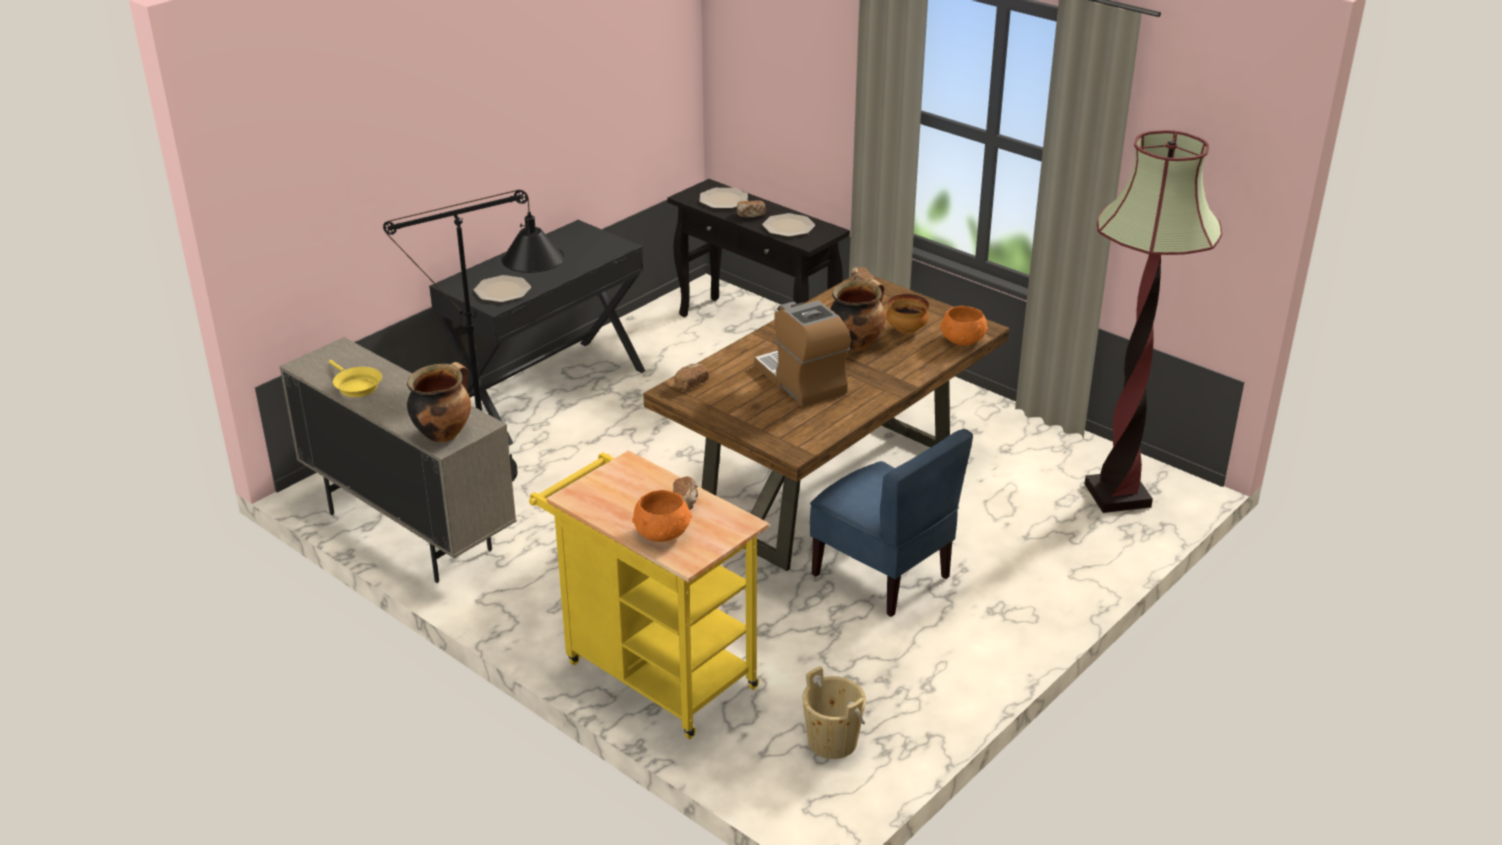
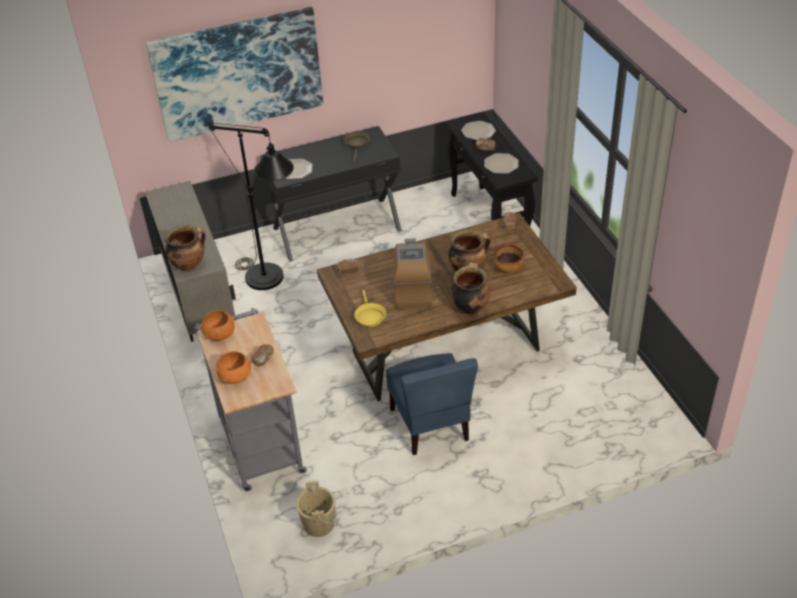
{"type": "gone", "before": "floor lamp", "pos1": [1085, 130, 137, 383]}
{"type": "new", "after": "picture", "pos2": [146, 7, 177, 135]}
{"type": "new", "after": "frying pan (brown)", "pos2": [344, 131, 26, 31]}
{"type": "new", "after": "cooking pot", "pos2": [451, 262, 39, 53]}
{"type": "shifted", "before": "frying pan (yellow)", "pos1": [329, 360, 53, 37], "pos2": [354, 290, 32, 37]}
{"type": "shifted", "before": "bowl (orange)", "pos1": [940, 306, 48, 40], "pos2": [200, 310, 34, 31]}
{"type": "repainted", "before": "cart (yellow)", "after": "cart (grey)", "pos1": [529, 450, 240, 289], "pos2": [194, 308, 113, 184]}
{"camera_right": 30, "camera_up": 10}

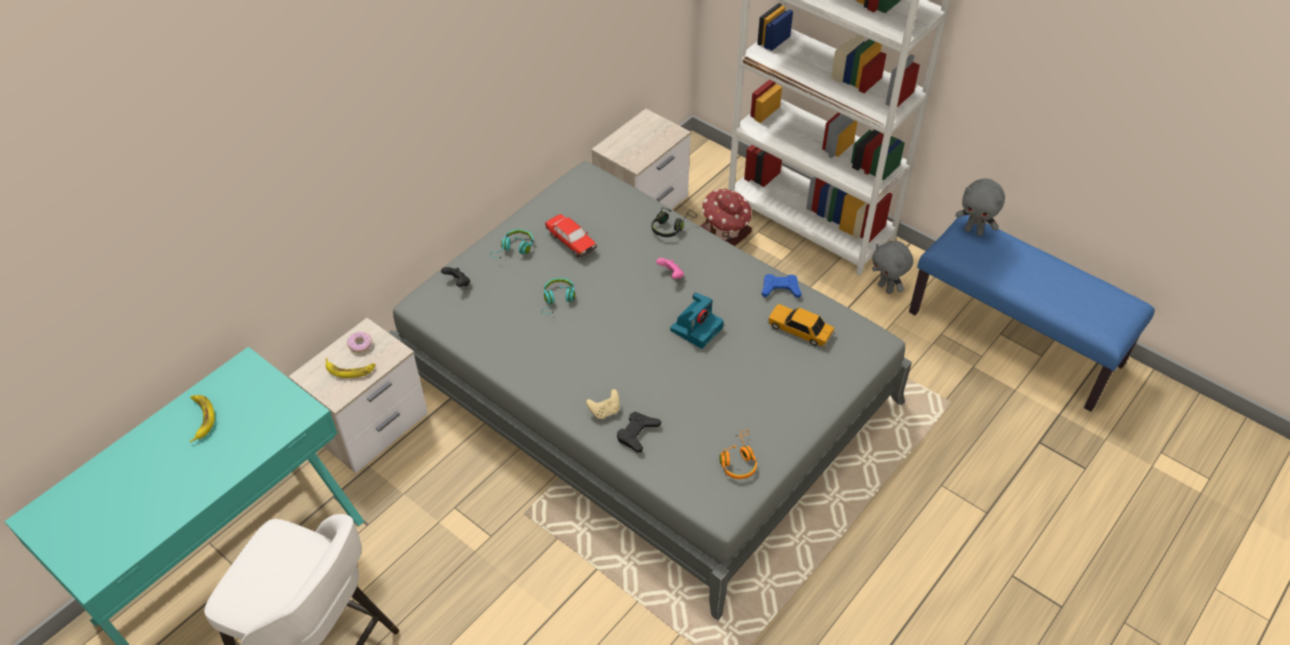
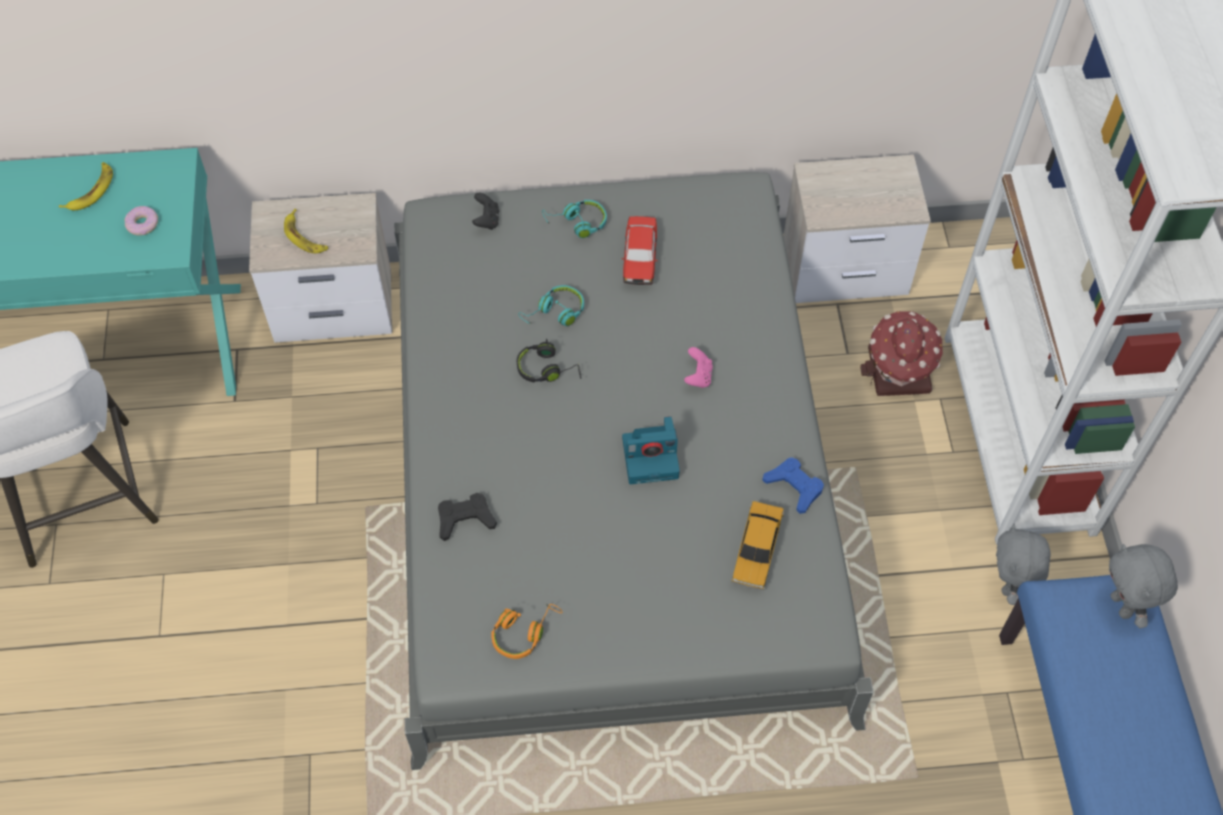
{"type": "gone", "before": "game controller (beige)", "pos1": [586, 389, 34, 30]}
{"type": "shifted", "before": "donut", "pos1": [347, 332, 25, 21], "pos2": [125, 206, 33, 30]}
{"type": "shifted", "before": "headphones (black)", "pos1": [652, 208, 45, 29], "pos2": [517, 338, 64, 44]}
{"type": "rotated", "before": "toy car", "pos1": [768, 304, 67, 44], "pos2": [731, 501, 54, 90], "turn": -150}
{"camera_right": 45, "camera_up": 10}

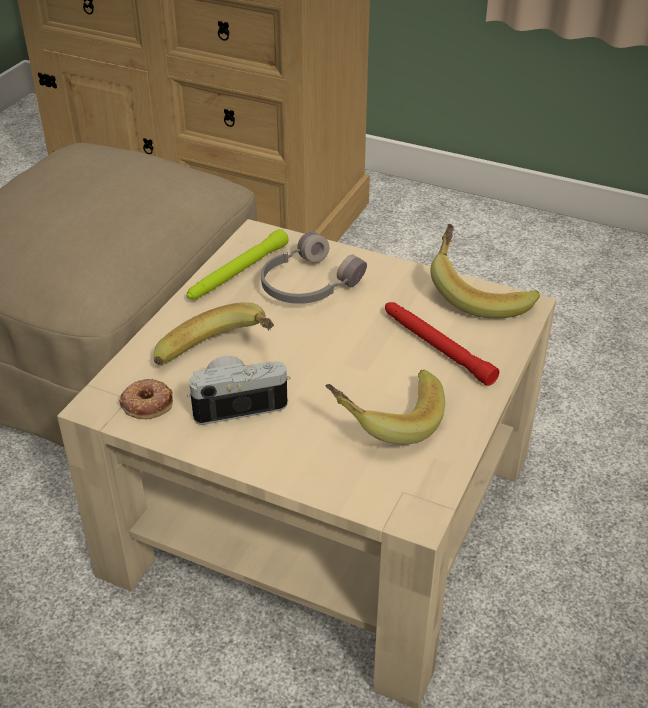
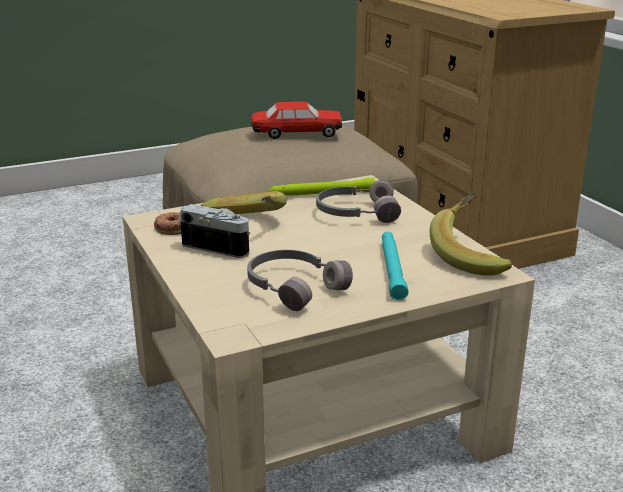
{"type": "new", "after": "toy car", "pos2": [251, 102, 91, 37]}
{"type": "swapped", "before": "banana", "after": "headphones (grey)", "pos1": [325, 370, 120, 74], "pos2": [247, 250, 106, 61]}
{"type": "repainted", "before": "flashlight (red)", "after": "flashlight (turquoise)", "pos1": [385, 302, 114, 84], "pos2": [382, 231, 27, 69]}
{"camera_right": 40, "camera_up": -15}

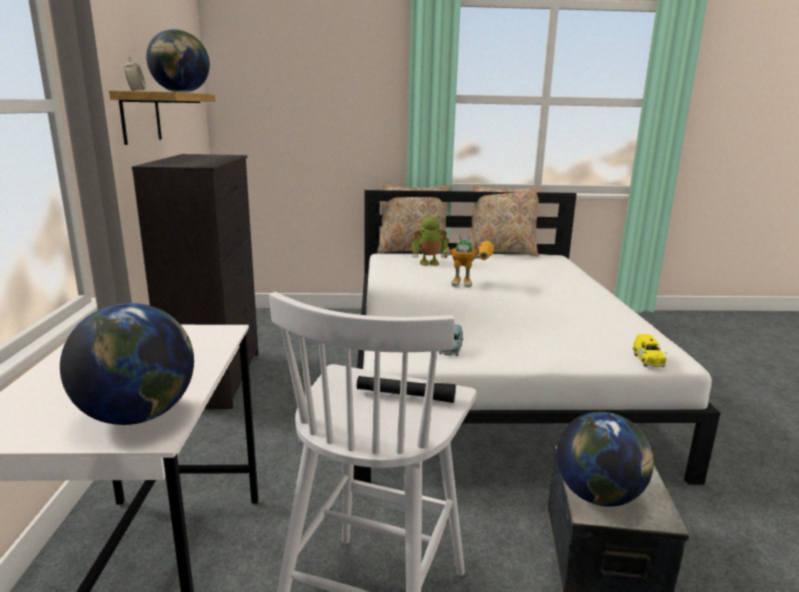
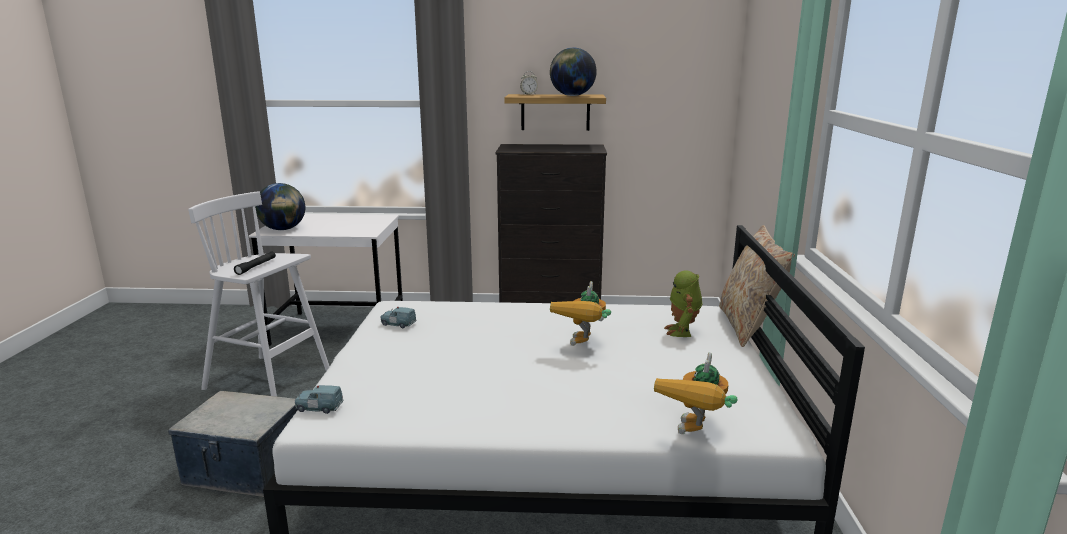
{"type": "gone", "before": "pillow (beige)", "pos1": [470, 185, 72, 71]}
{"type": "gone", "before": "globe", "pos1": [556, 411, 98, 96]}
{"type": "new", "after": "toy robot", "pos2": [654, 352, 84, 82]}
{"type": "repainted", "before": "toy car (yellow)", "after": "toy car (blue)", "pos1": [632, 334, 35, 34], "pos2": [295, 385, 49, 29]}
{"camera_right": 95, "camera_up": 0}

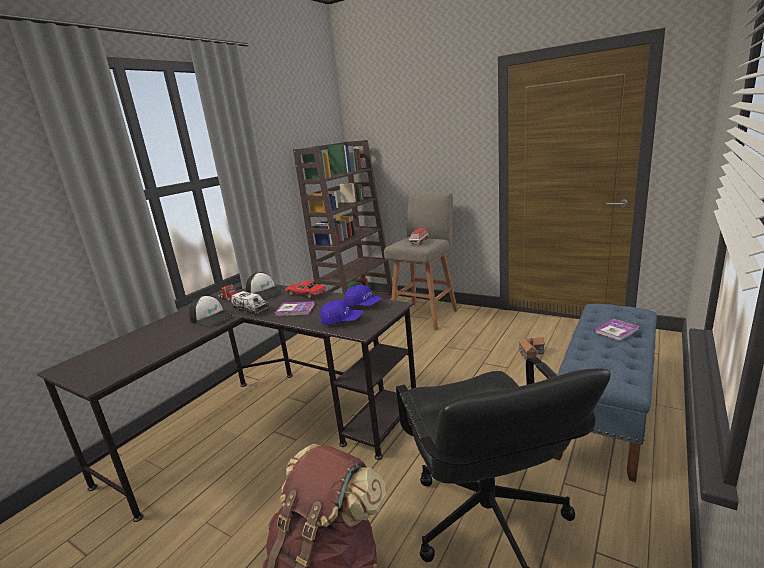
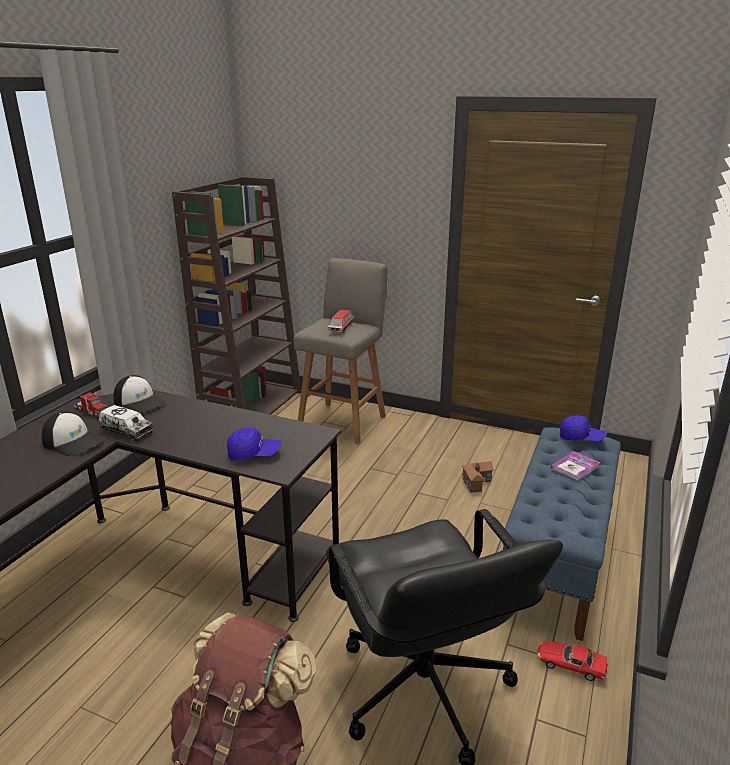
{"type": "gone", "before": "book", "pos1": [275, 301, 40, 15]}
{"type": "shifted", "before": "toy car", "pos1": [285, 281, 42, 18], "pos2": [537, 641, 71, 40]}
{"type": "shifted", "before": "cap (blue)", "pos1": [344, 285, 38, 21], "pos2": [559, 415, 48, 27]}
{"camera_right": -10, "camera_up": 5}

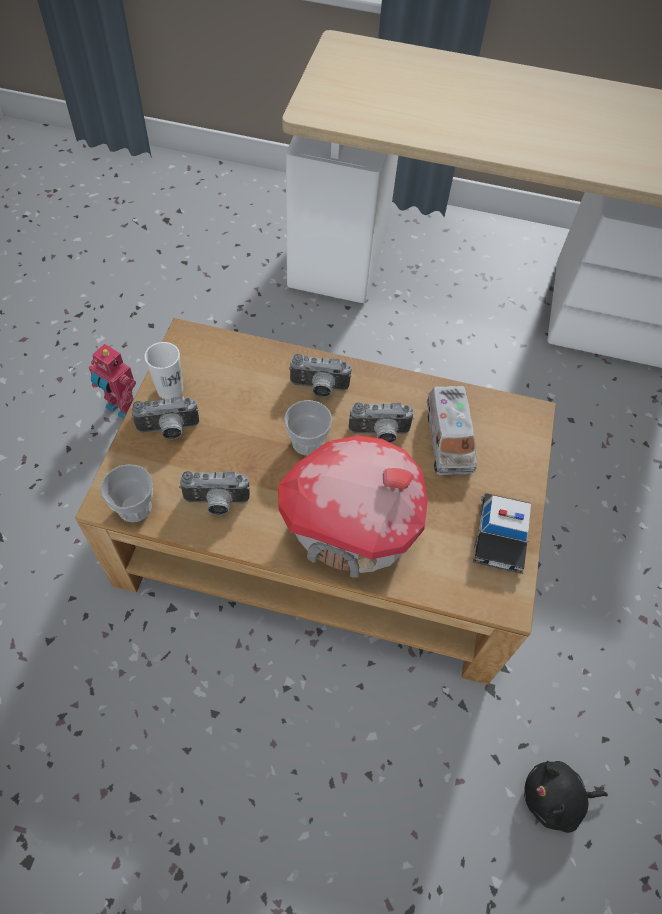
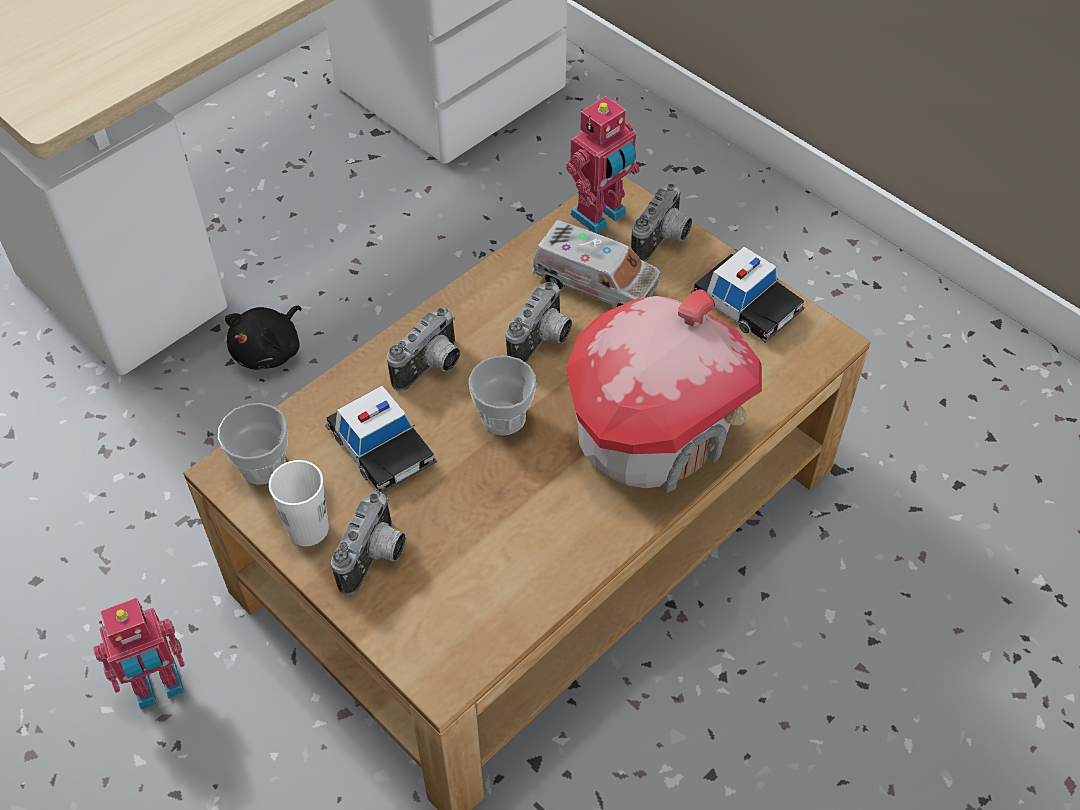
{"type": "new", "after": "toy car", "pos2": [325, 386, 112, 107]}
{"type": "new", "after": "toy robot", "pos2": [566, 96, 74, 138]}
{"type": "shifted", "before": "cup", "pos1": [100, 464, 53, 58], "pos2": [218, 403, 70, 82]}
{"type": "shifted", "before": "photo camera", "pos1": [179, 471, 71, 44], "pos2": [631, 183, 61, 79]}
{"type": "shifted", "before": "plush toy (black)", "pos1": [524, 761, 84, 72], "pos2": [225, 305, 76, 65]}
{"camera_right": -55, "camera_up": -5}

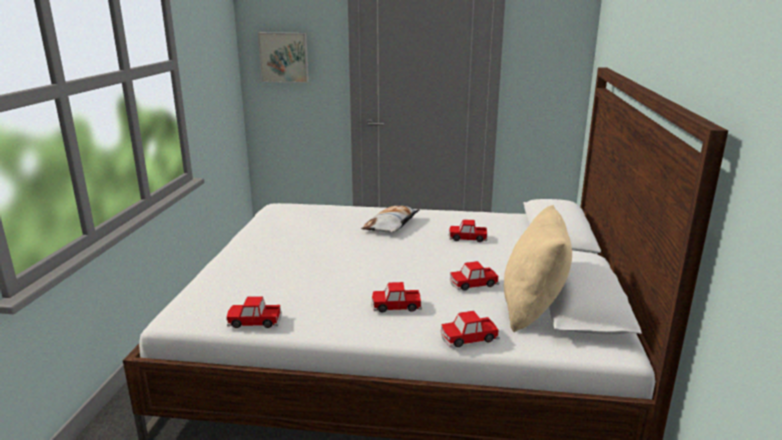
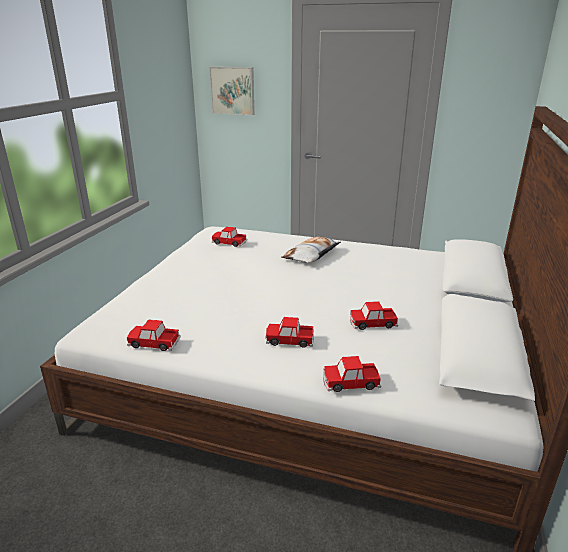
{"type": "gone", "before": "pillow (beige)", "pos1": [504, 205, 68, 127]}
{"type": "shifted", "before": "toy car", "pos1": [449, 219, 39, 23], "pos2": [212, 227, 35, 20]}
{"camera_right": 10, "camera_up": 5}

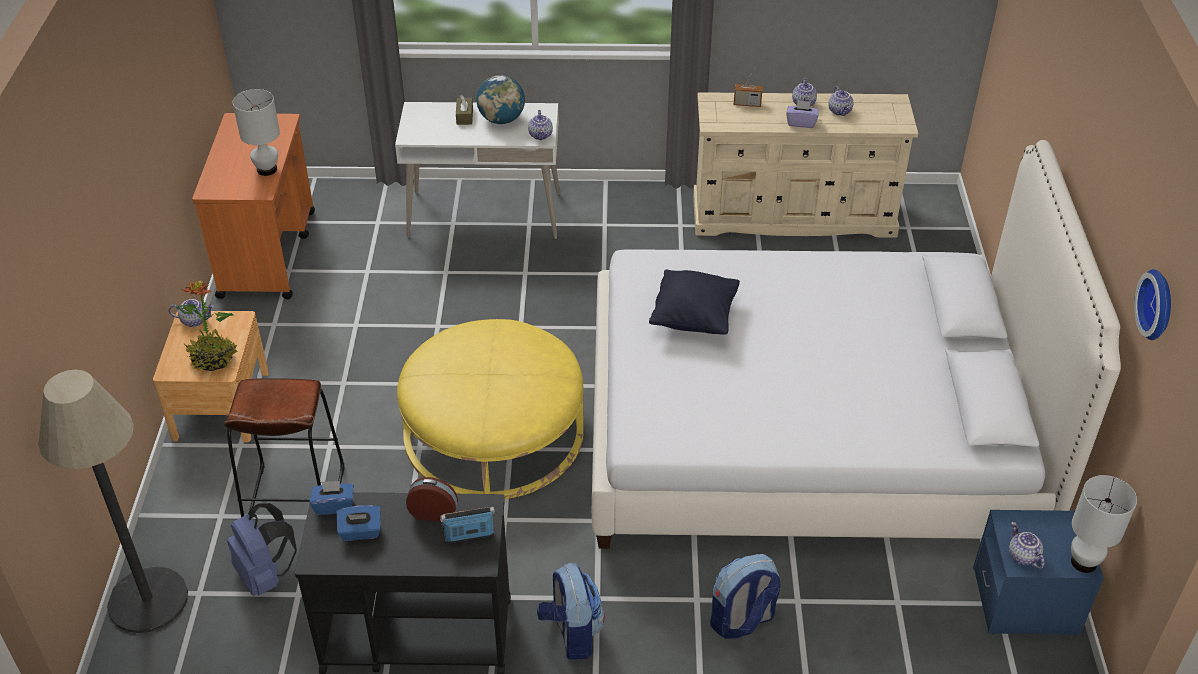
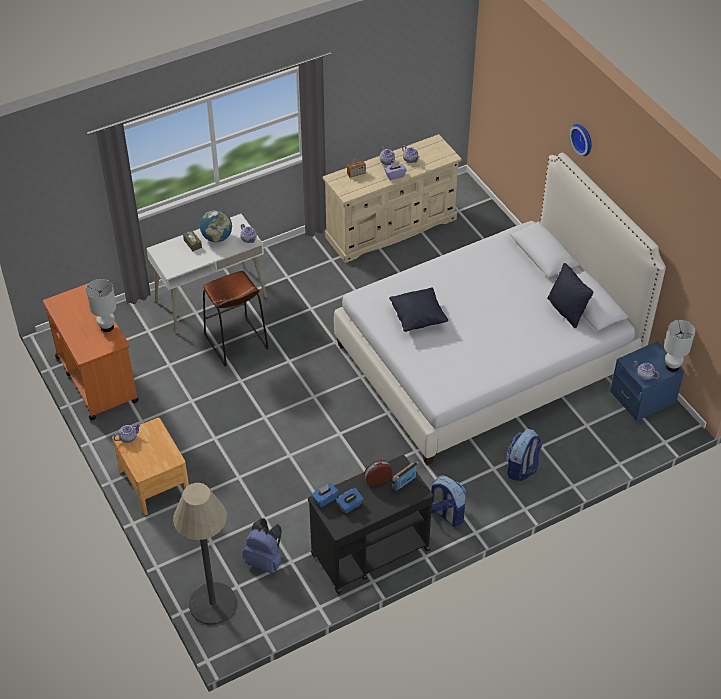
{"type": "gone", "before": "potted plant", "pos1": [176, 281, 62, 90]}
{"type": "gone", "before": "ottoman (yellow)", "pos1": [397, 319, 187, 180]}
{"type": "new", "after": "pillow (black)", "pos2": [547, 263, 46, 65]}
{"type": "shifted", "before": "stool (brown)", "pos1": [224, 378, 121, 139], "pos2": [203, 271, 65, 95]}
{"type": "shifted", "before": "wall clock", "pos1": [1134, 269, 37, 71], "pos2": [569, 124, 23, 32]}
{"camera_right": -30, "camera_up": 5}

